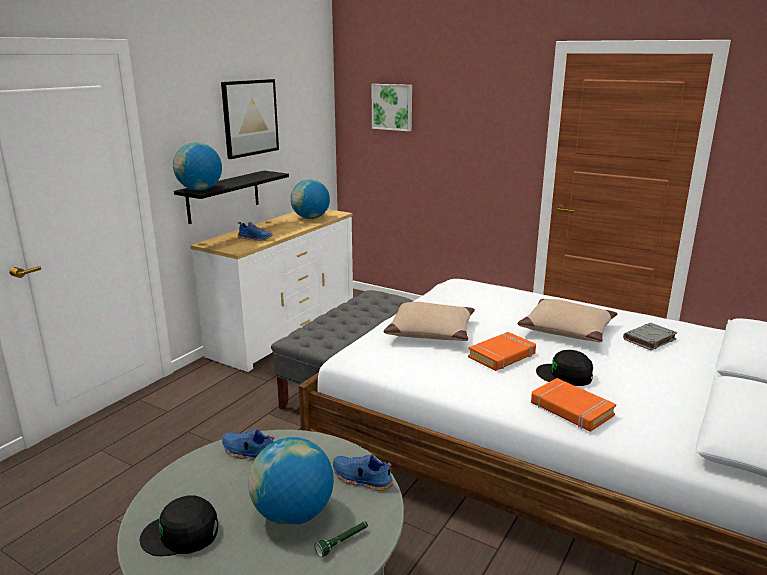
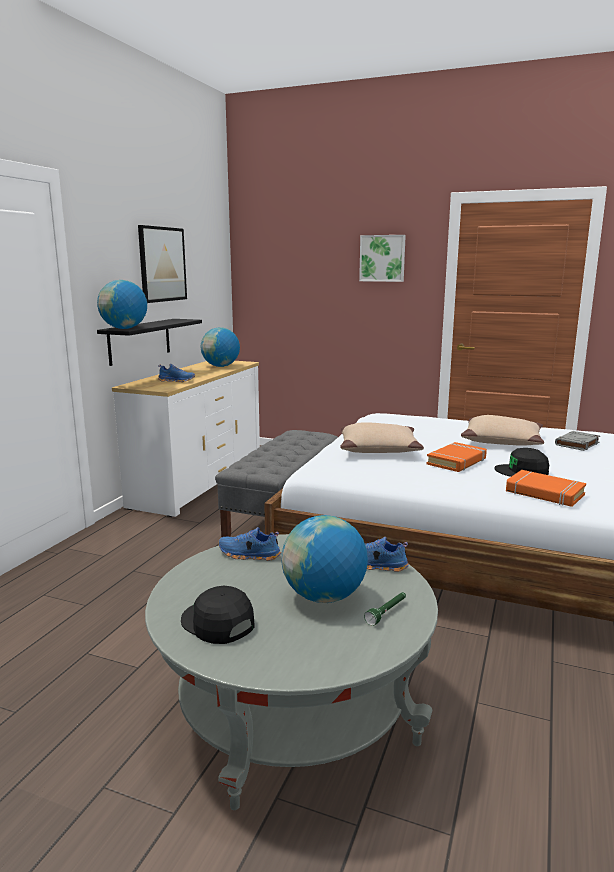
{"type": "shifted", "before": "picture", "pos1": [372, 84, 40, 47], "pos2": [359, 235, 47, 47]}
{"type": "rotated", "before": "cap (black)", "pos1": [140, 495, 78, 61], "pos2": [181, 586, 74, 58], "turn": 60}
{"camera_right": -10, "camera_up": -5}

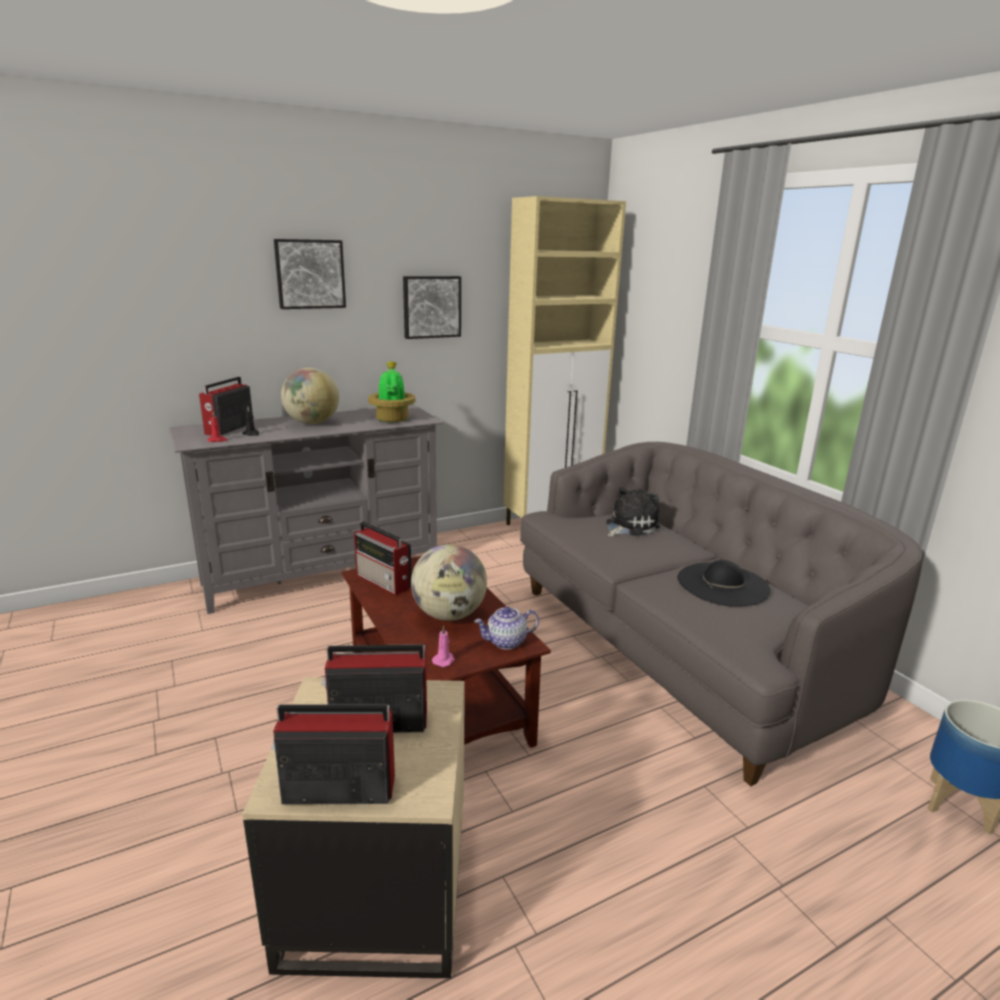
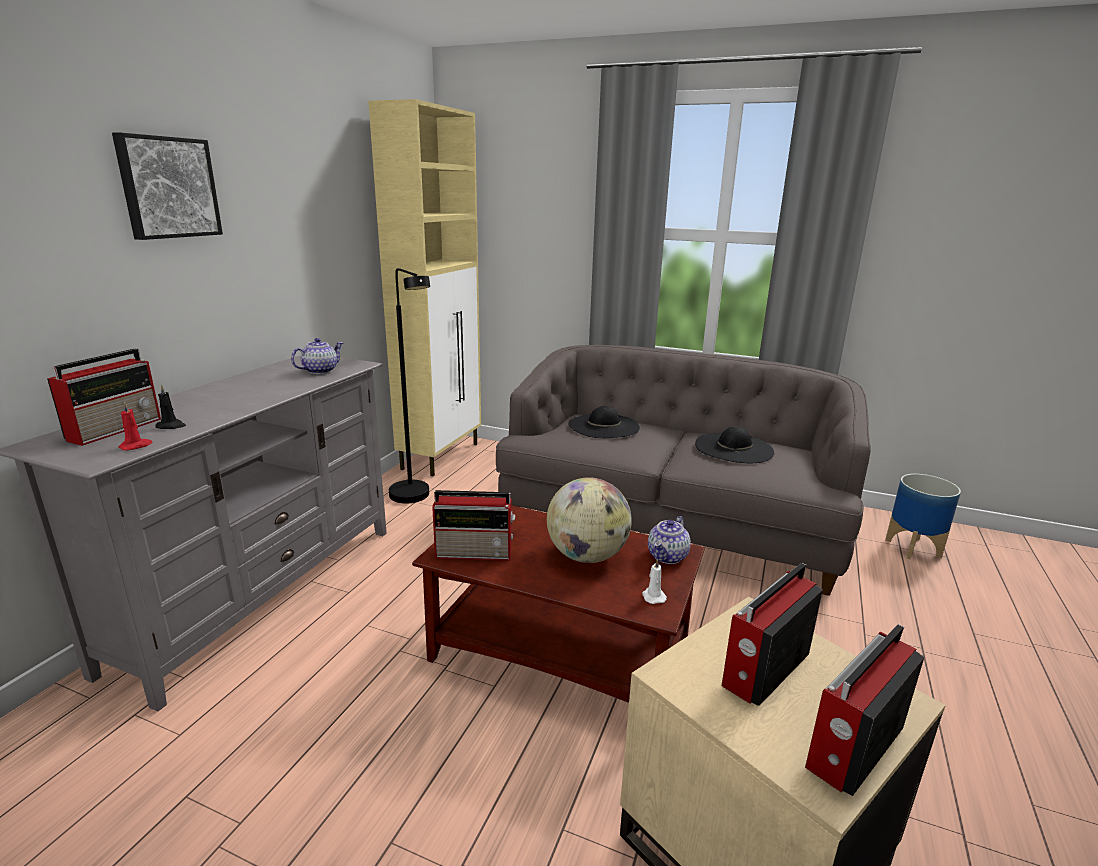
{"type": "gone", "before": "globe", "pos1": [281, 368, 58, 56]}
{"type": "gone", "before": "picture", "pos1": [403, 276, 58, 63]}
{"type": "new", "after": "floor lamp (black)", "pos2": [389, 268, 41, 235]}
{"type": "swapped", "before": "potted plant", "after": "teapot", "pos1": [368, 361, 47, 61], "pos2": [291, 338, 52, 36]}
{"type": "swapped", "before": "plush toy", "after": "hat (black)", "pos1": [606, 487, 54, 50], "pos2": [568, 406, 72, 32]}
{"type": "repainted", "before": "candle (pink)", "after": "candle (white)", "pos1": [432, 625, 23, 42], "pos2": [642, 558, 25, 46]}
{"type": "rotated", "before": "radio", "pos1": [199, 377, 55, 58], "pos2": [47, 349, 114, 97], "turn": -135}
{"camera_right": -40, "camera_up": 0}

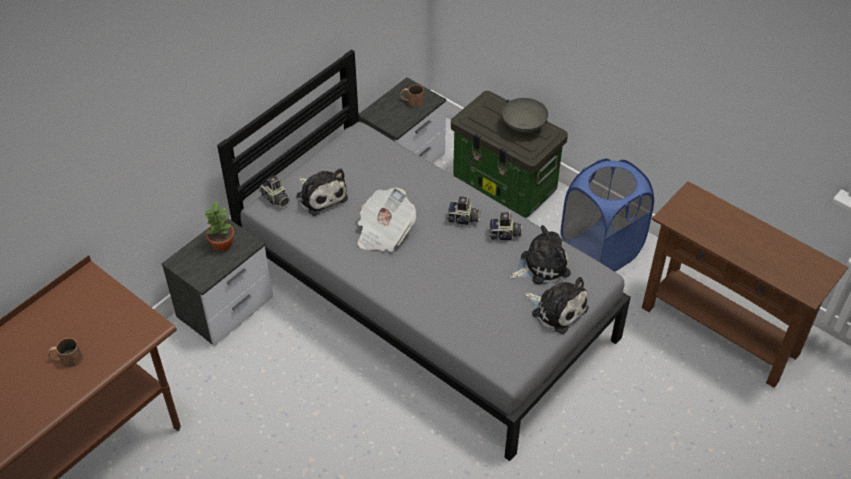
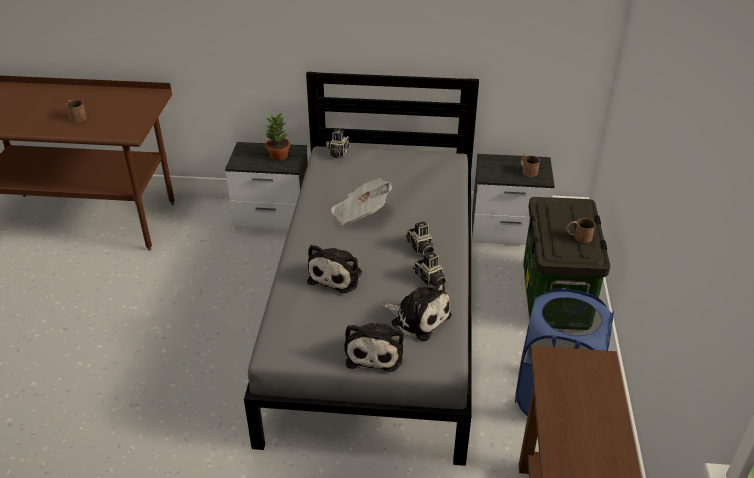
{"type": "shifted", "before": "plush toy", "pos1": [296, 168, 52, 48], "pos2": [307, 245, 55, 48]}
{"type": "swapped", "before": "bowl (grey)", "after": "mug (brown)", "pos1": [502, 98, 46, 34], "pos2": [566, 218, 29, 25]}
{"camera_right": 55, "camera_up": -10}

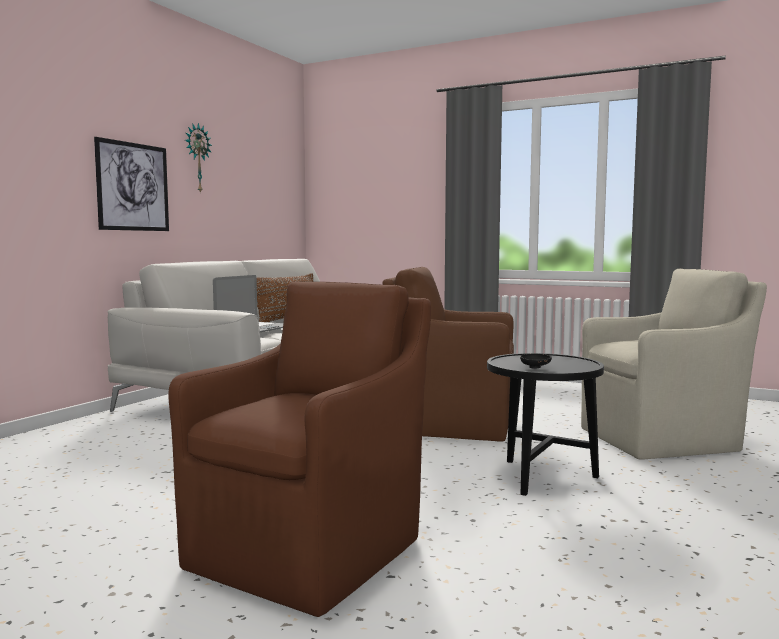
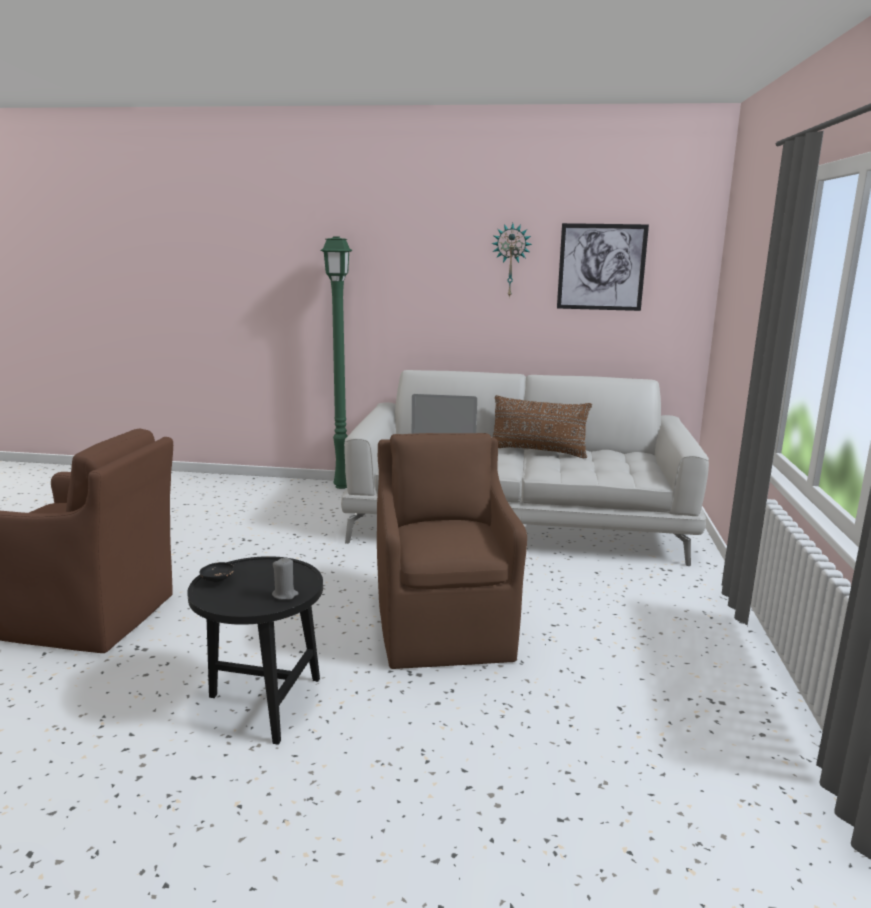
{"type": "gone", "before": "armchair (beige)", "pos1": [581, 268, 186, 191]}
{"type": "new", "after": "candle (grey)", "pos2": [272, 558, 27, 42]}
{"type": "new", "after": "floor lamp (green)", "pos2": [320, 236, 33, 253]}
{"type": "shifted", "before": "picture", "pos1": [94, 137, 75, 94], "pos2": [557, 223, 92, 88]}
{"camera_right": 70, "camera_up": 10}

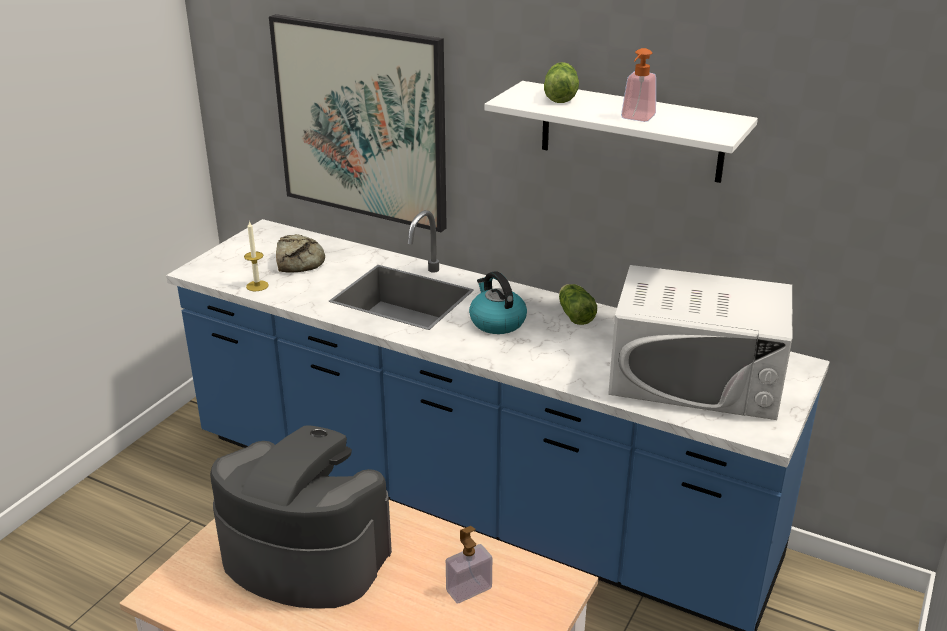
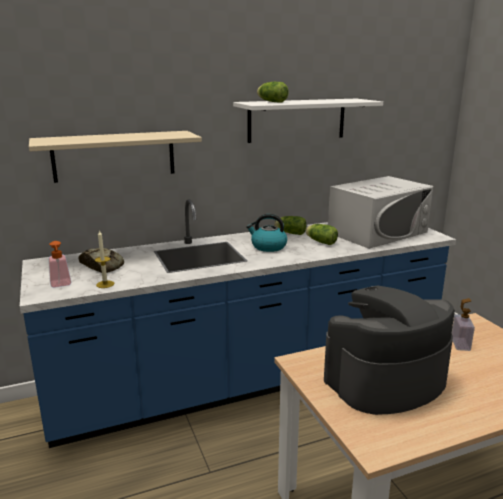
{"type": "new", "after": "lettuce", "pos2": [305, 224, 33, 21]}
{"type": "shifted", "before": "soap dispenser", "pos1": [621, 48, 35, 74], "pos2": [49, 241, 23, 47]}
{"type": "swapped", "before": "picture", "after": "shelf (beige)", "pos1": [269, 14, 178, 218], "pos2": [29, 131, 173, 52]}
{"camera_right": -50, "camera_up": -10}

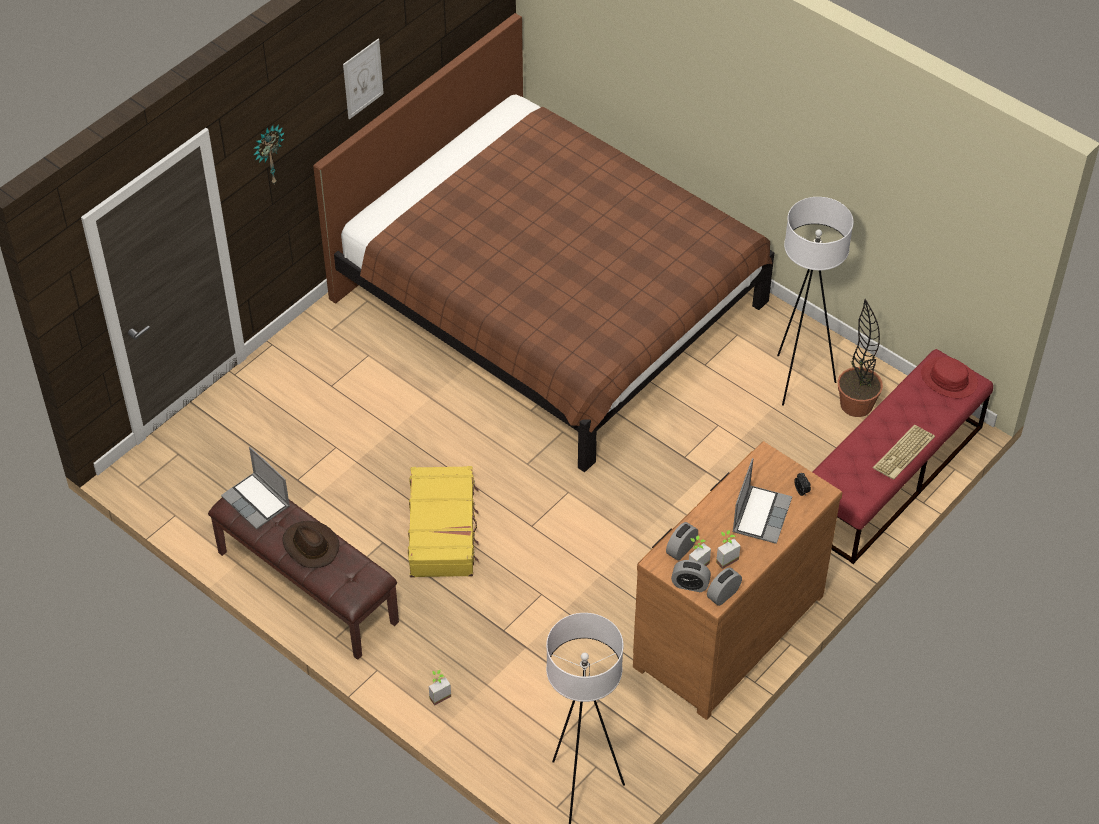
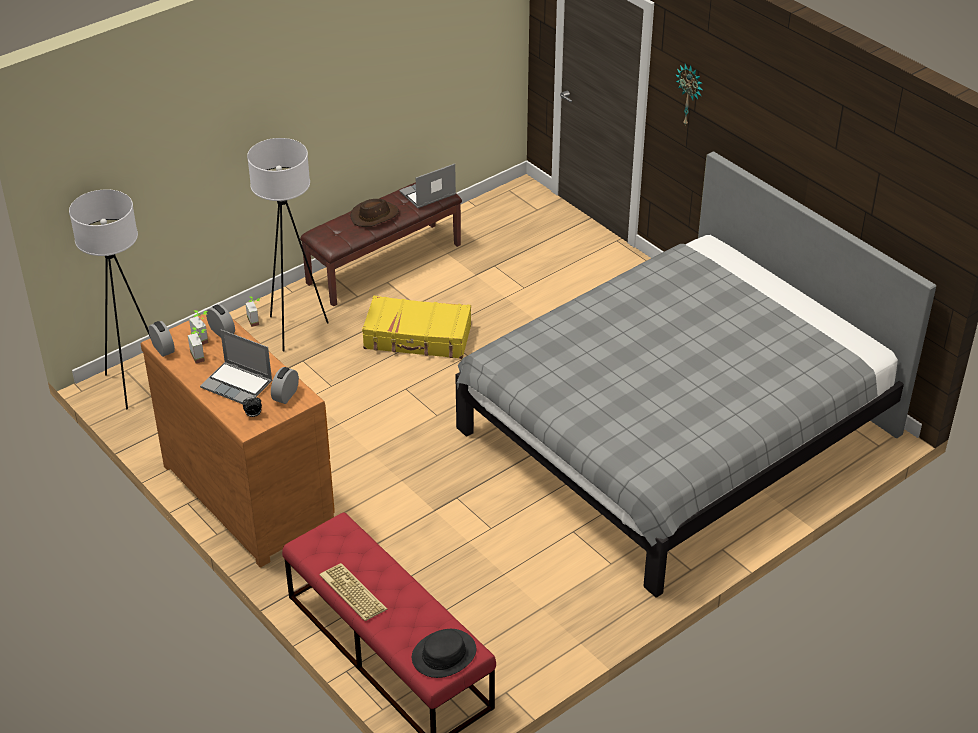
{"type": "gone", "before": "picture", "pos1": [343, 39, 41, 80]}
{"type": "gone", "before": "potted plant", "pos1": [838, 299, 45, 118]}
{"type": "shifted", "before": "alarm clock", "pos1": [671, 560, 40, 32], "pos2": [271, 367, 28, 37]}
{"type": "shifted", "before": "floor lamp (white)", "pos1": [777, 197, 77, 209], "pos2": [247, 138, 82, 213]}
{"type": "repainted", "before": "bed (brown)", "after": "bed (grey)", "pos1": [313, 13, 462, 459], "pos2": [455, 151, 481, 447]}
{"type": "repainted", "before": "hat (red)", "after": "hat (black)", "pos1": [921, 357, 57, 41], "pos2": [412, 629, 64, 49]}
{"camera_right": 100, "camera_up": -10}

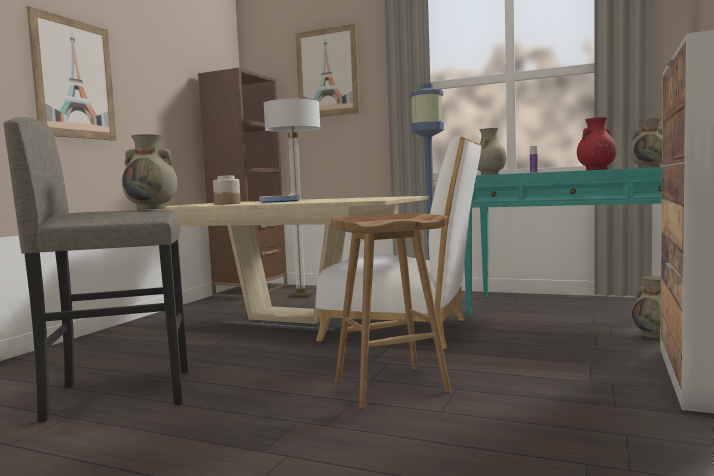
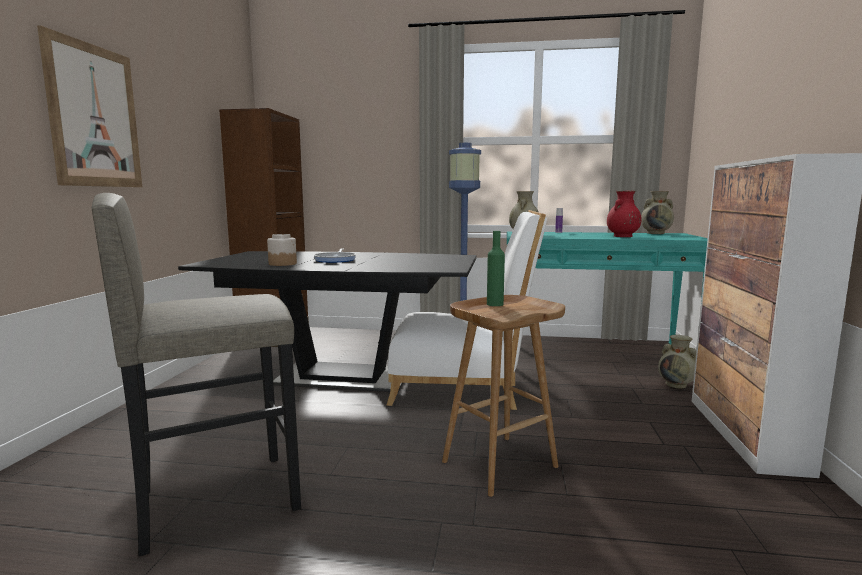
{"type": "gone", "before": "vase (beige)", "pos1": [122, 134, 56, 76]}
{"type": "gone", "before": "floor lamp", "pos1": [263, 99, 58, 198]}
{"type": "gone", "before": "picture", "pos1": [295, 23, 65, 94]}
{"type": "new", "after": "bottle (green)", "pos2": [487, 231, 18, 75]}
{"type": "repainted", "before": "dining table (beige)", "after": "dining table (black)", "pos1": [144, 196, 285, 136], "pos2": [178, 251, 298, 141]}
{"camera_right": -15, "camera_up": 5}

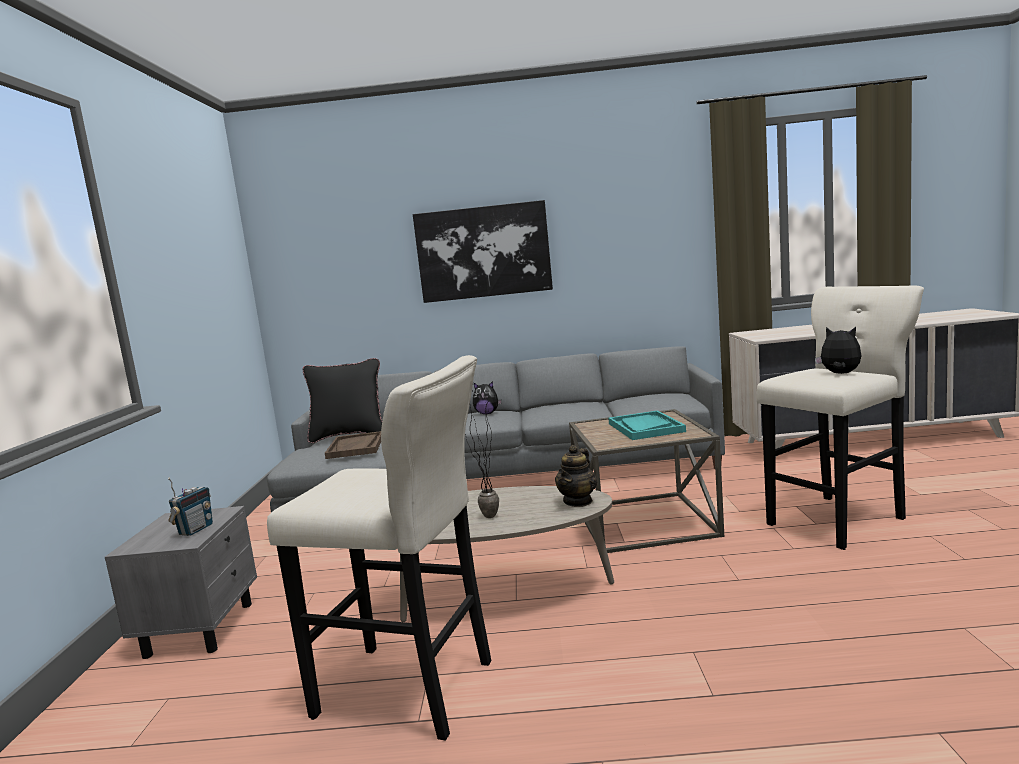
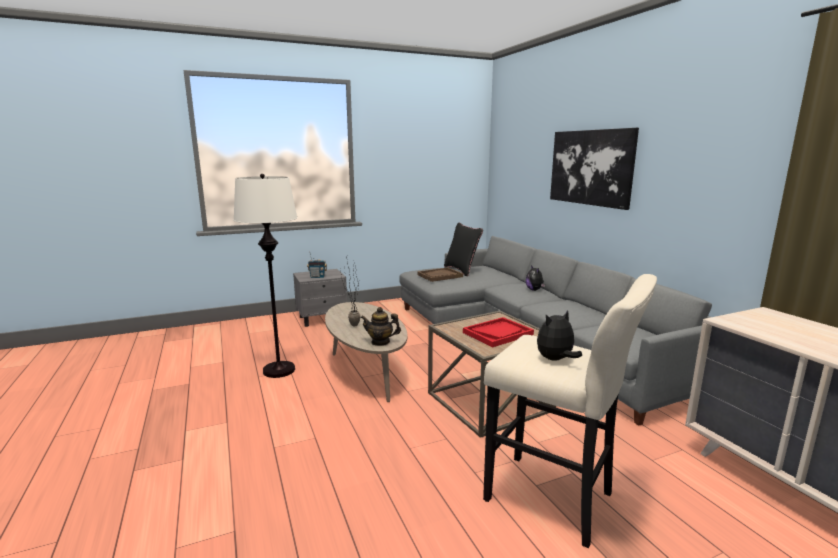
{"type": "swapped", "before": "stool (beige)", "after": "floor lamp (white)", "pos1": [267, 355, 224, 385], "pos2": [234, 174, 64, 204]}
{"type": "repainted", "before": "tray (turquoise)", "after": "tray (red)", "pos1": [608, 410, 78, 30], "pos2": [463, 317, 71, 30]}
{"type": "rotated", "before": "plush toy", "pos1": [815, 327, 46, 47], "pos2": [537, 310, 45, 51], "turn": -135}
{"camera_right": 65, "camera_up": 5}

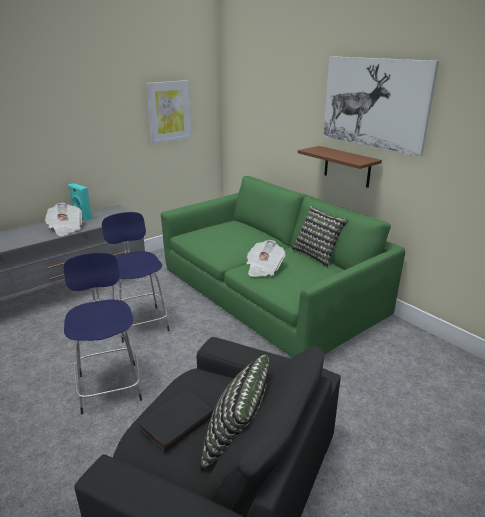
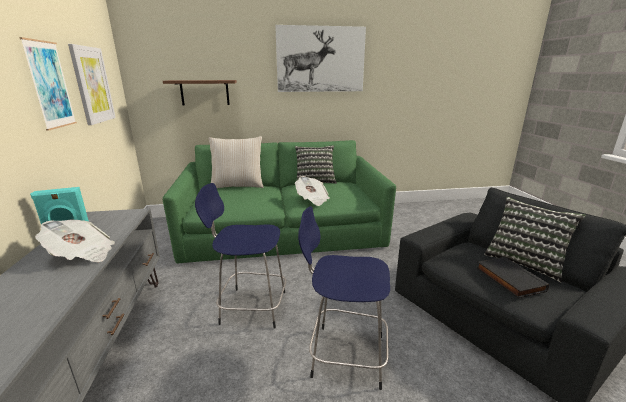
{"type": "new", "after": "picture", "pos2": [19, 37, 58, 94]}
{"type": "new", "after": "pillow (beige)", "pos2": [209, 136, 55, 52]}
{"type": "shifted", "before": "shelf (brown)", "pos1": [298, 146, 84, 42], "pos2": [163, 80, 74, 25]}
{"camera_right": -60, "camera_up": -5}

